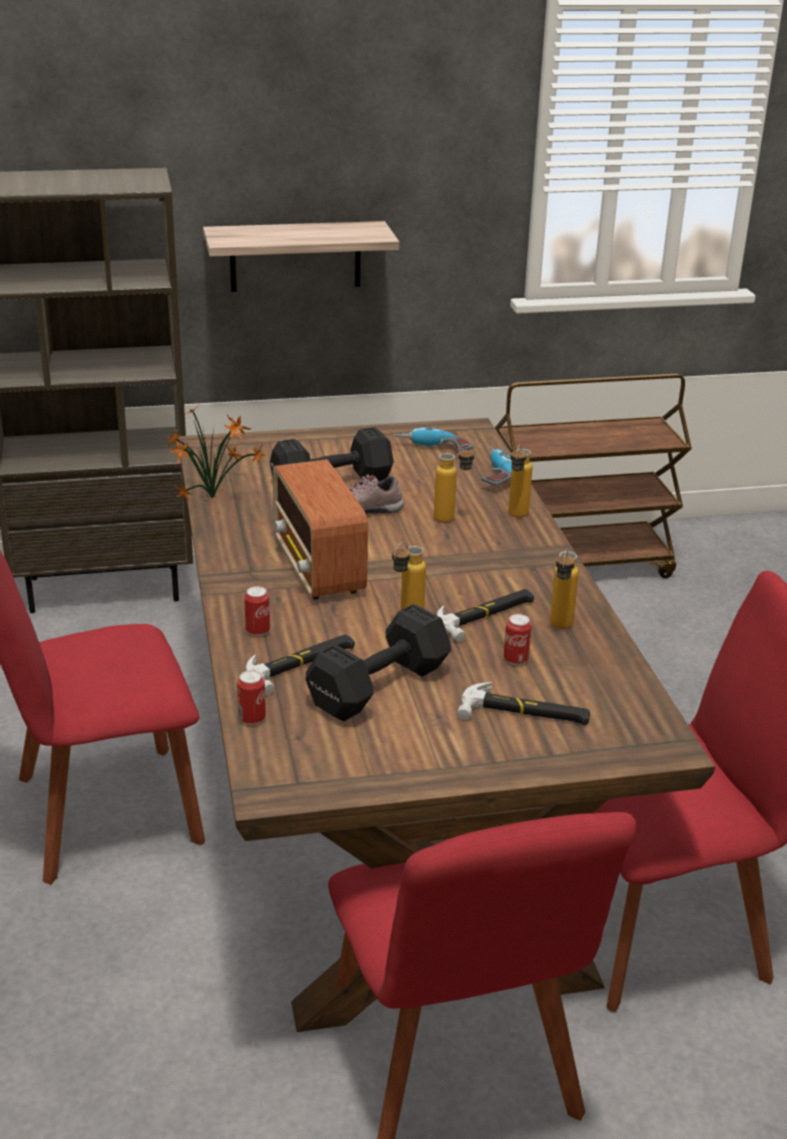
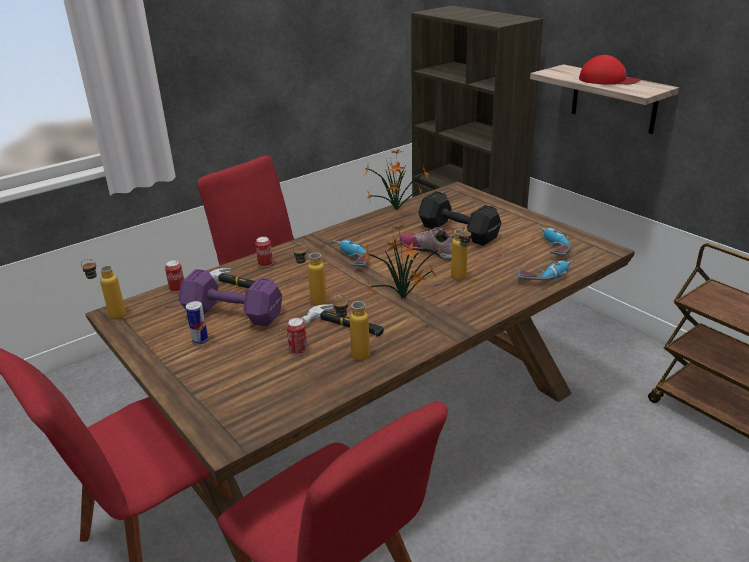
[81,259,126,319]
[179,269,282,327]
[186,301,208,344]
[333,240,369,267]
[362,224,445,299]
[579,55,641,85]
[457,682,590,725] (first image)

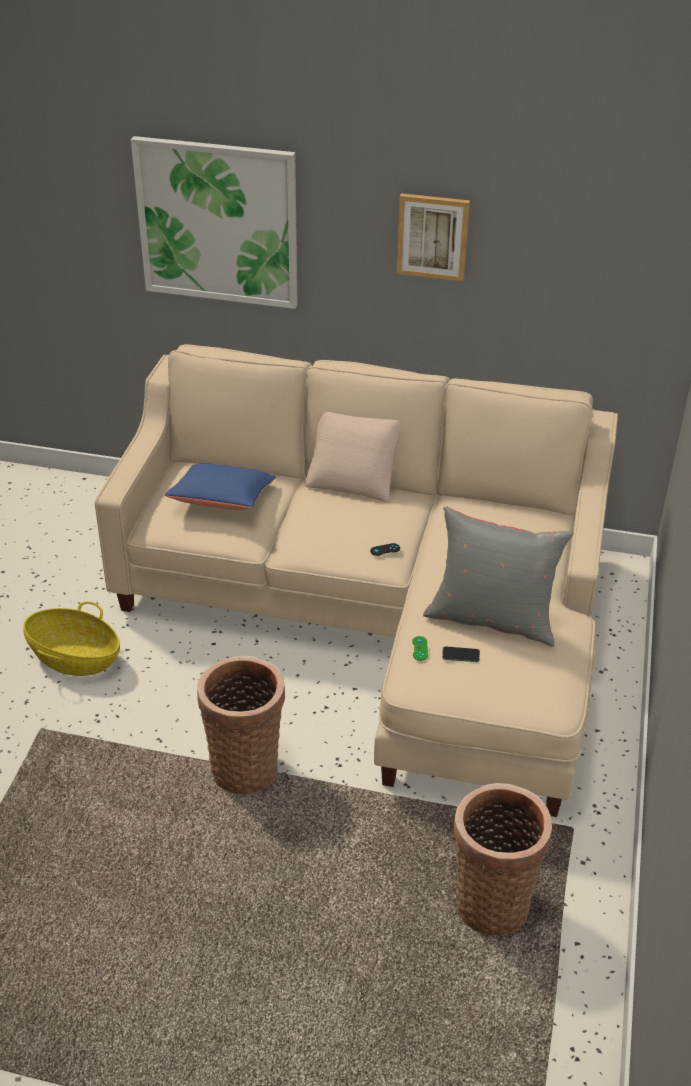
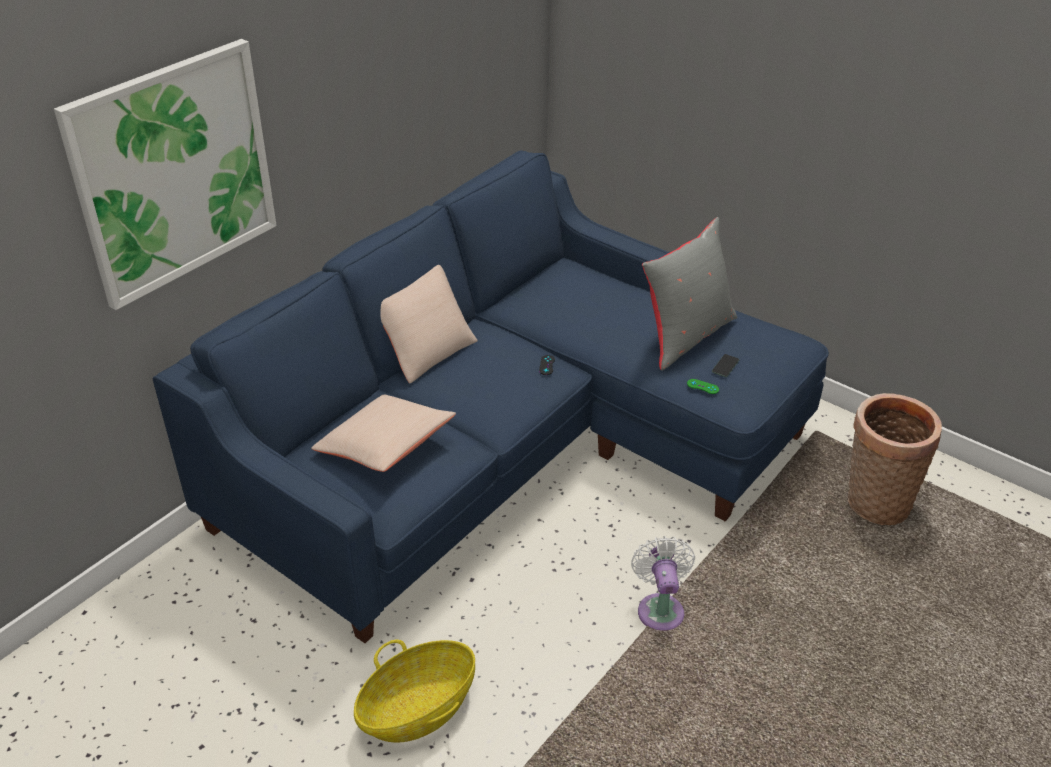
[153,150,829,643]
[311,395,456,472]
[631,536,695,631]
[397,193,470,281] (first image)

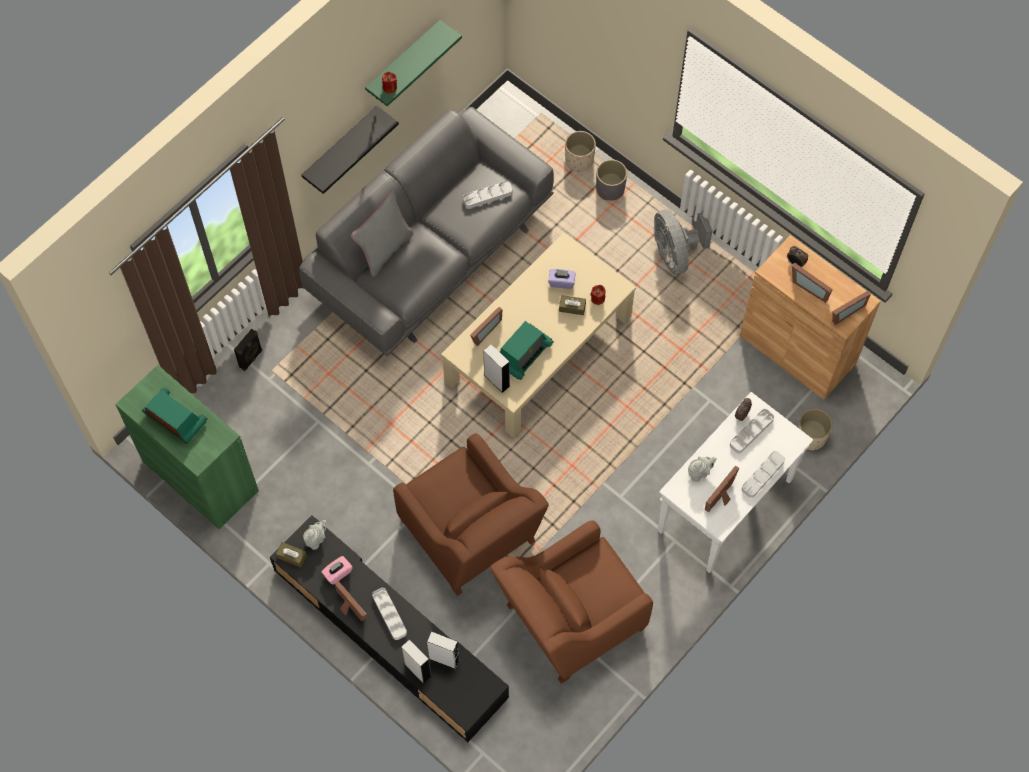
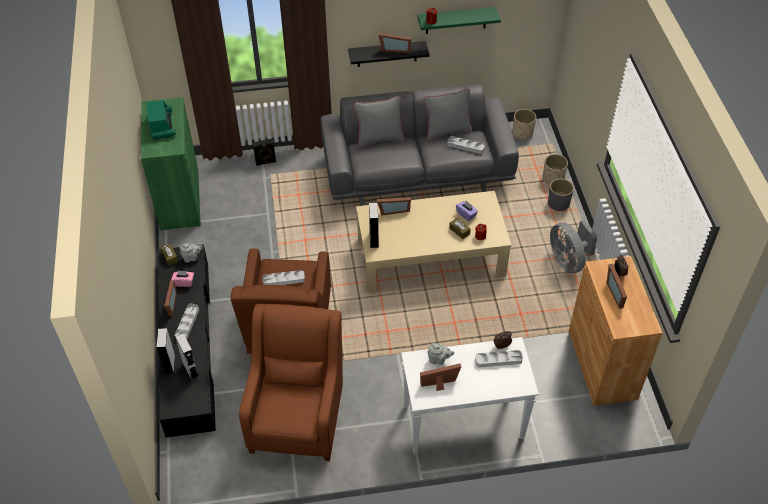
[239,304,343,461]
[262,270,305,285]
[378,33,411,53]
[424,88,472,141]
[513,109,536,140]
[550,219,597,274]
[500,321,554,380] (first image)

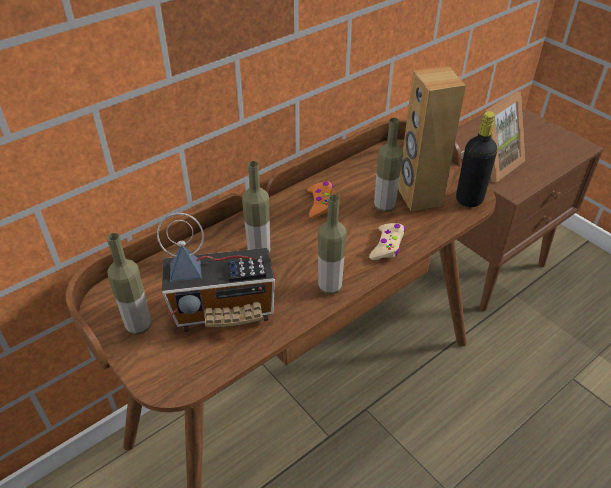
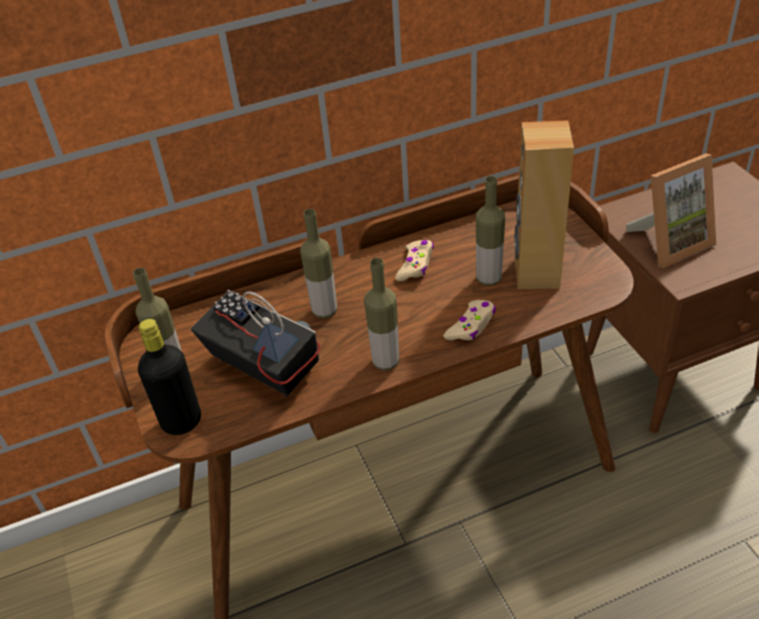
[138,319,201,435]
[191,290,320,398]
[395,240,434,281]

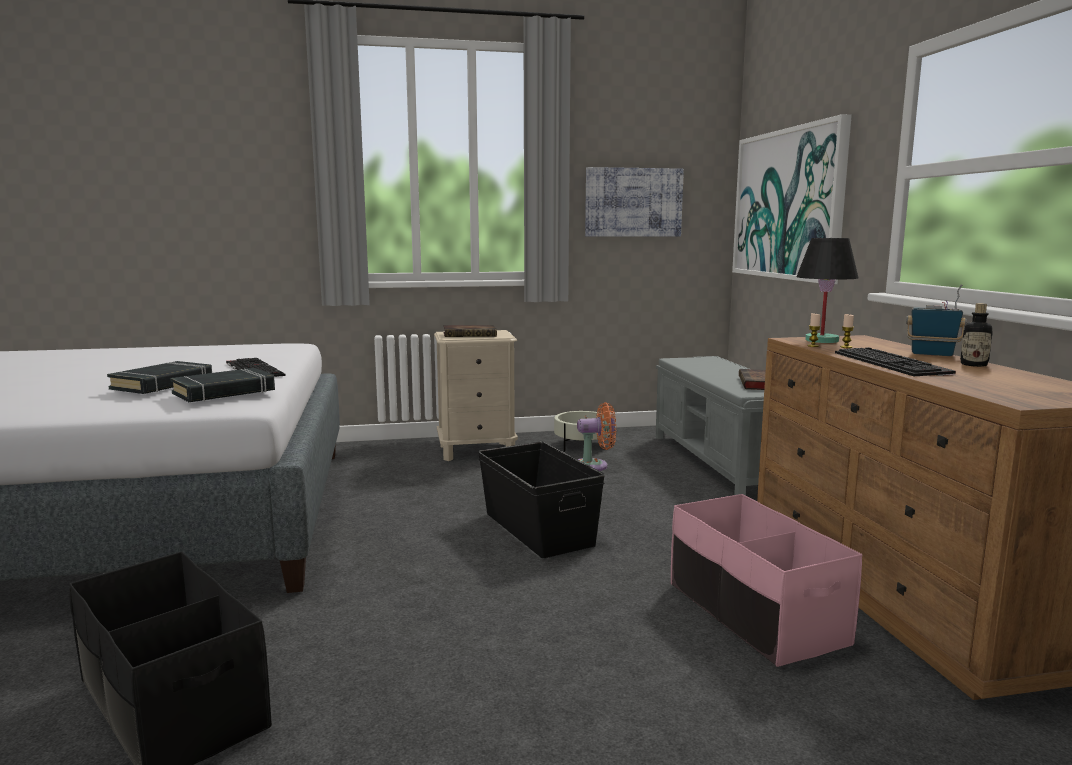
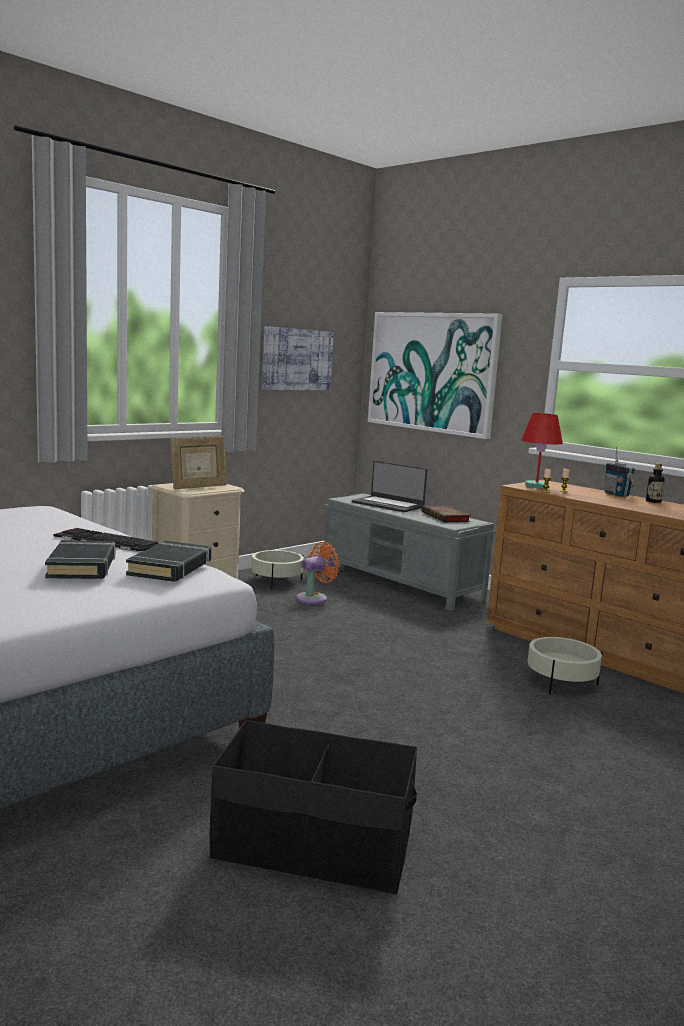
[170,436,227,489]
[352,461,427,512]
[521,413,563,488]
[527,636,603,694]
[604,447,636,497]
[478,442,605,558] (first image)
[835,347,956,376] (first image)

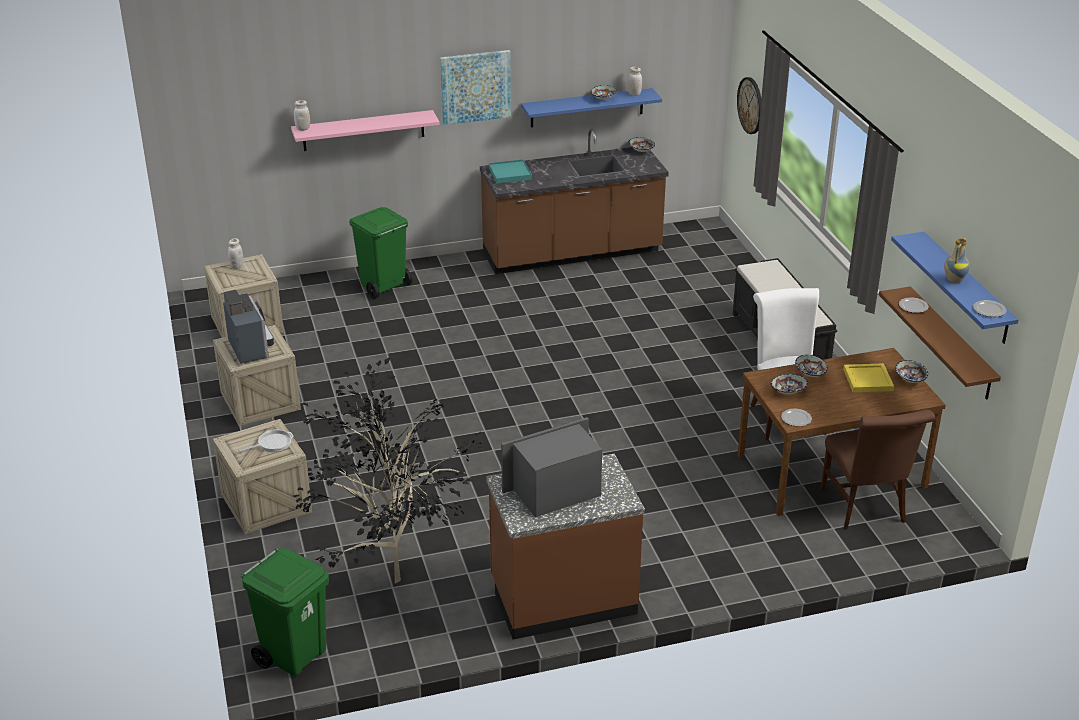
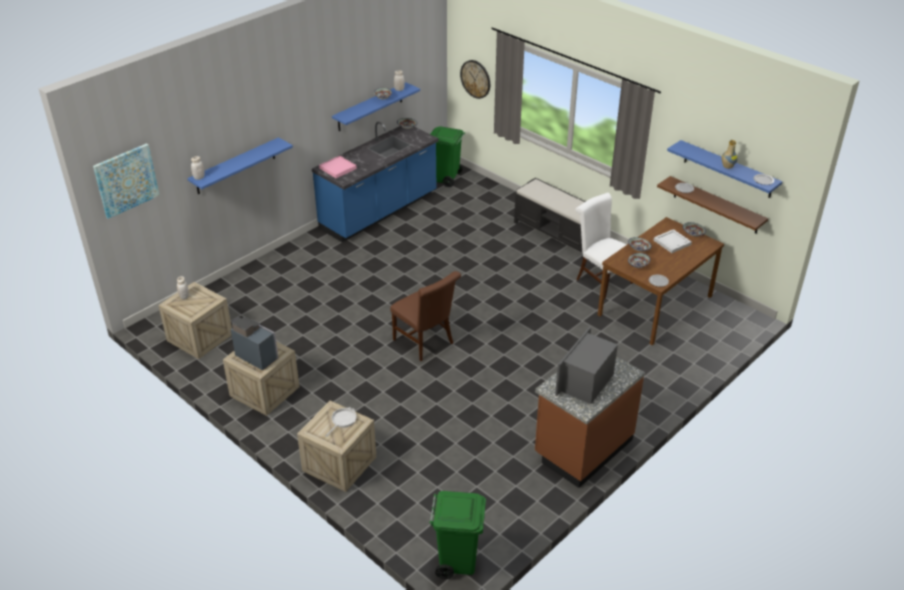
[93,143,160,219]
[188,137,293,194]
[312,122,439,242]
[319,156,357,178]
[390,271,461,361]
[431,126,465,187]
[653,229,692,253]
[293,357,485,584] (first image)

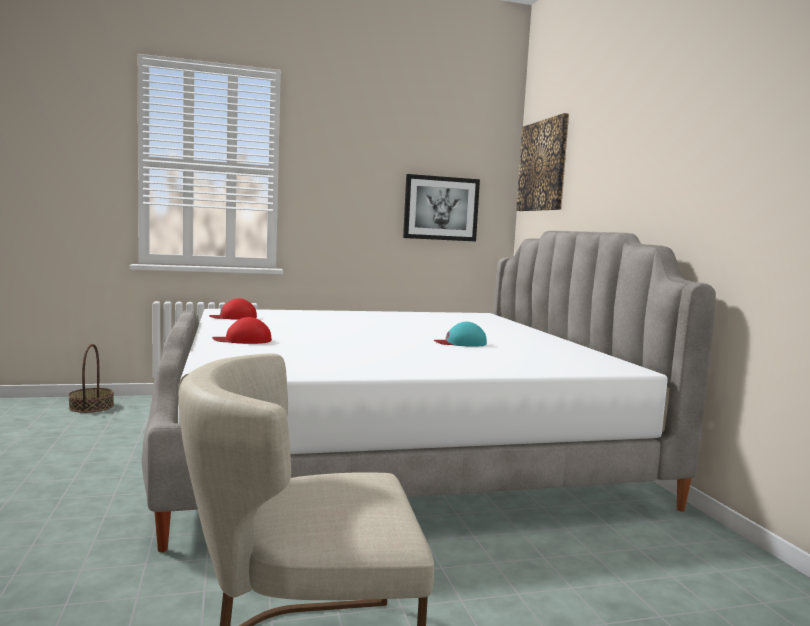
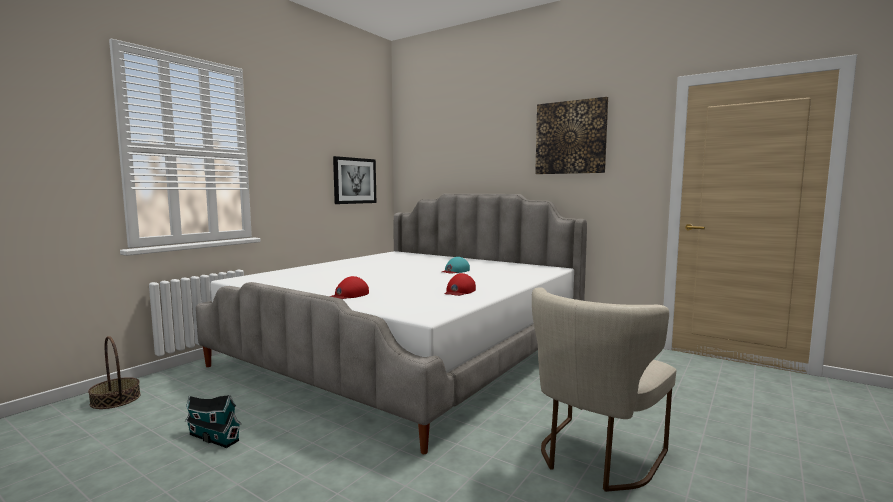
[185,394,241,448]
[445,273,476,296]
[535,97,608,174]

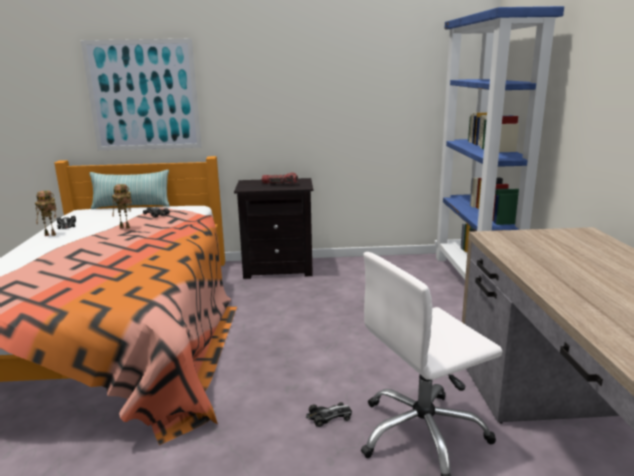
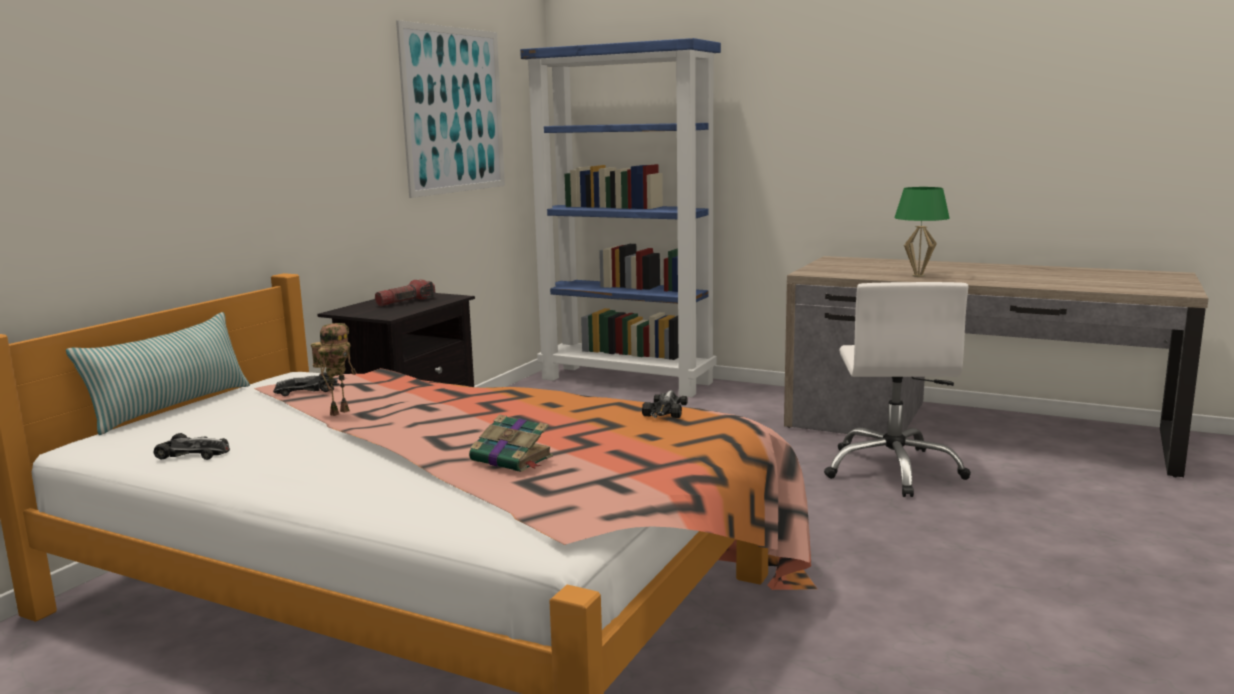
[396,20,505,198]
[469,414,553,472]
[642,390,688,418]
[894,187,950,277]
[35,191,57,236] (first image)

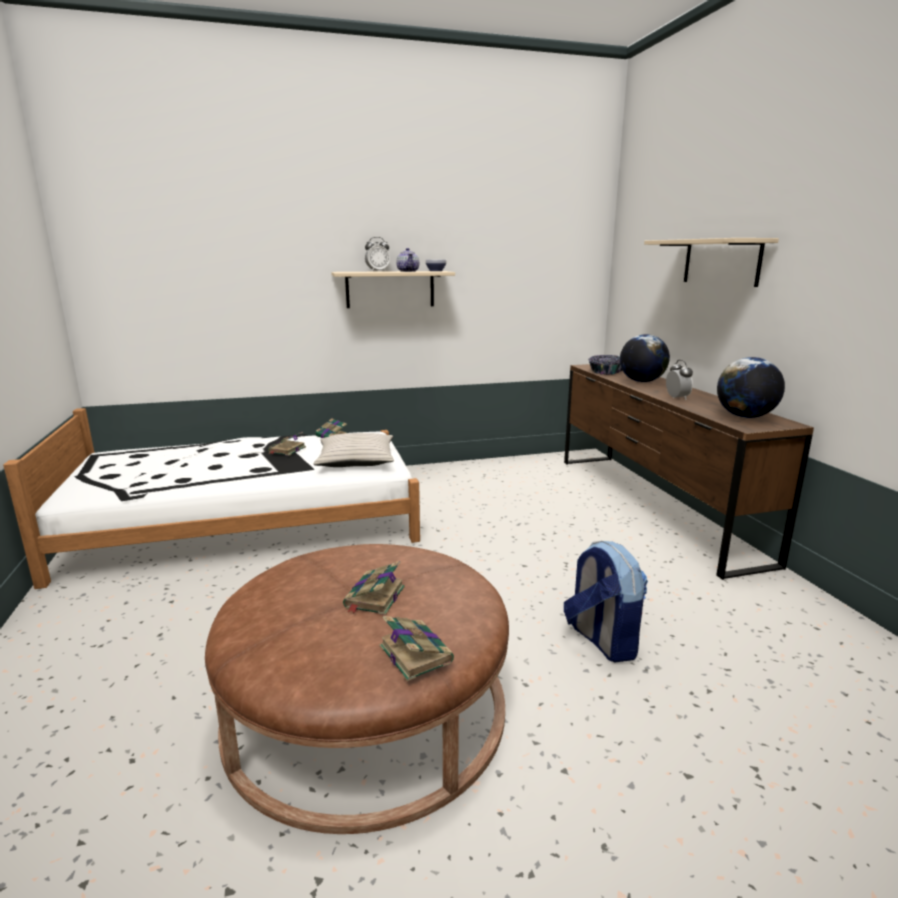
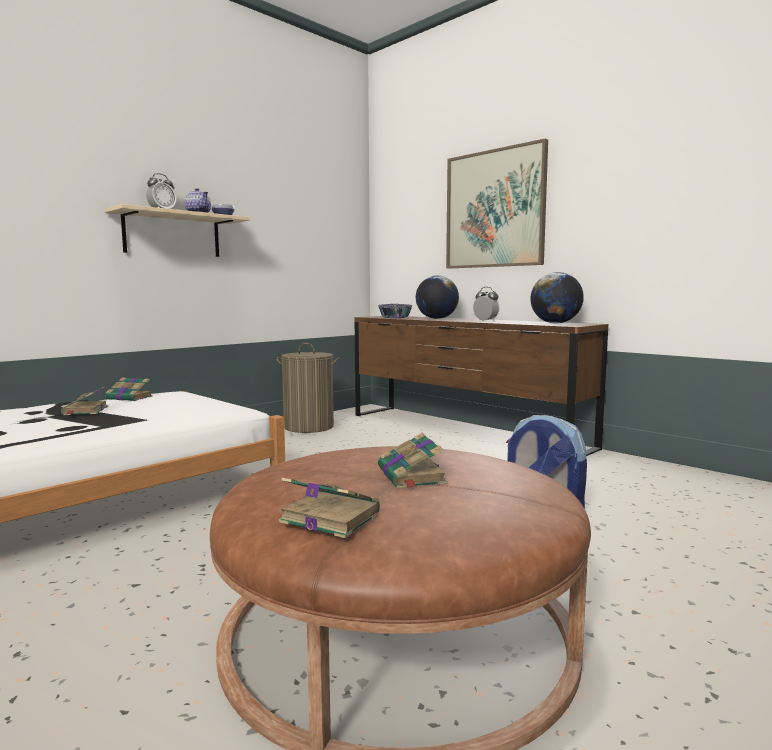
[276,343,339,433]
[279,478,380,538]
[446,139,548,268]
[314,433,394,467] (first image)

